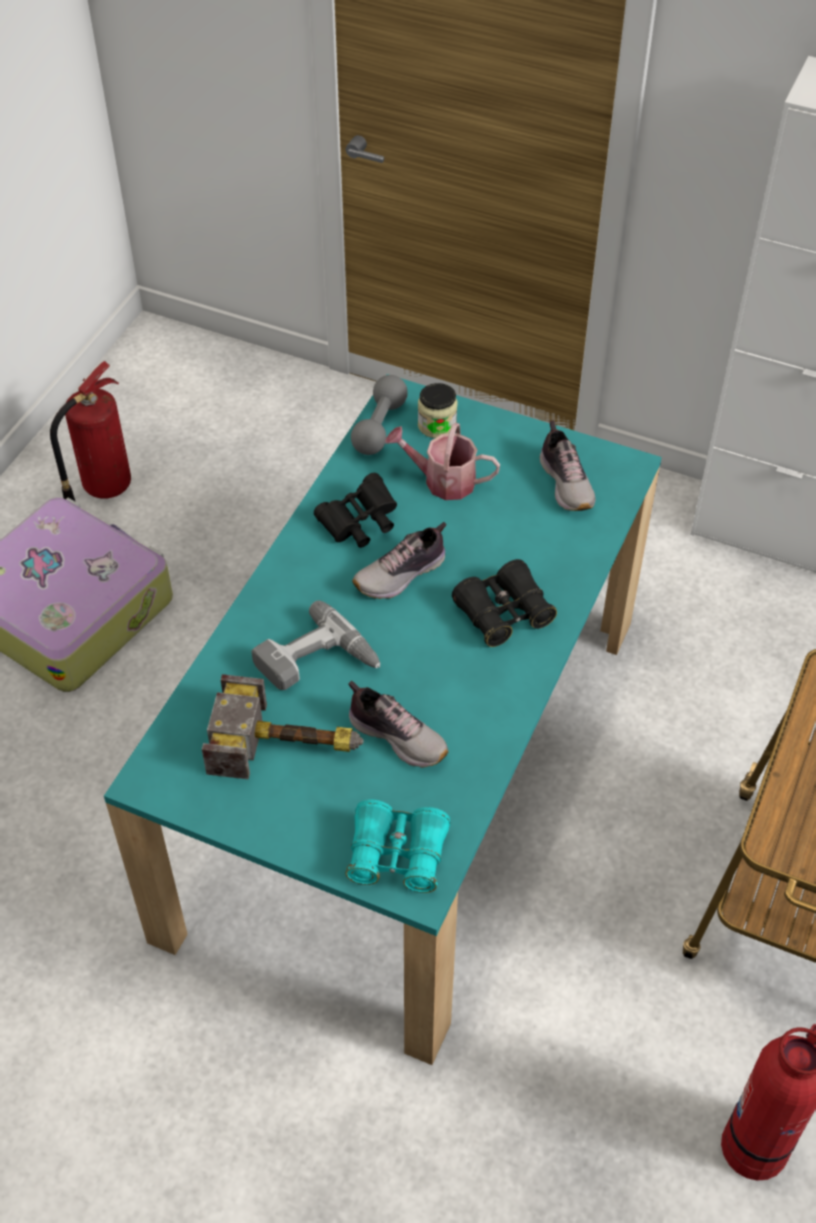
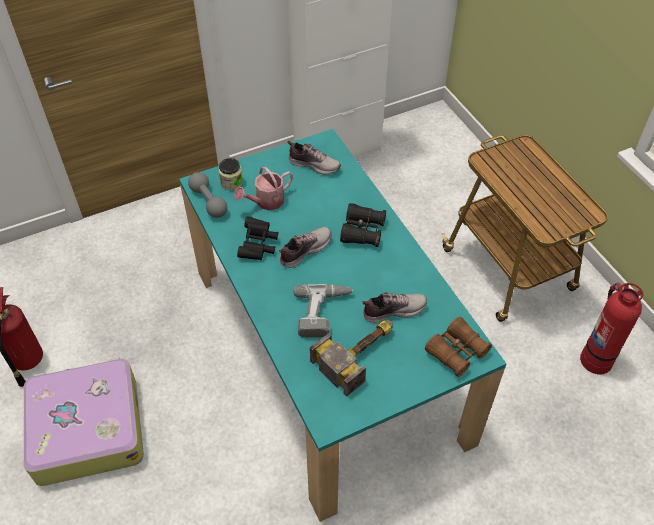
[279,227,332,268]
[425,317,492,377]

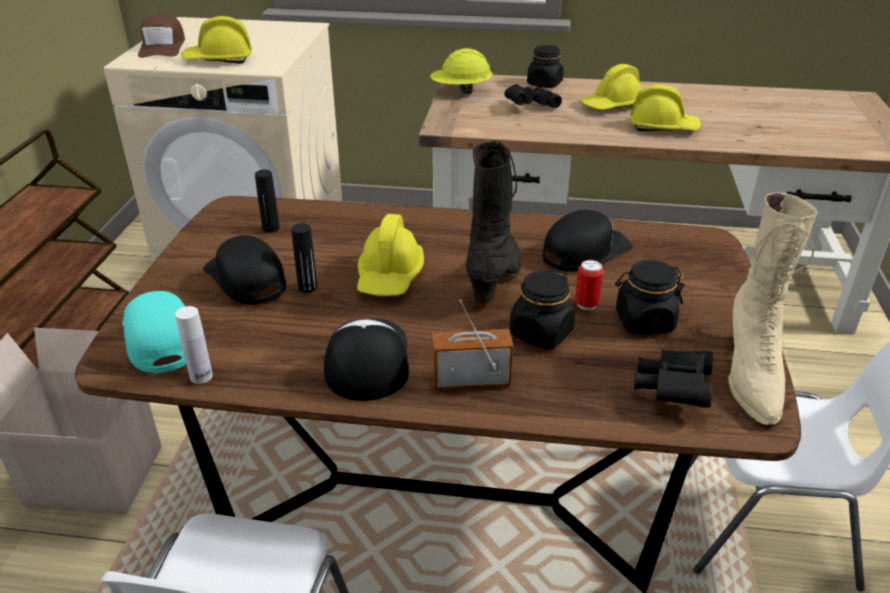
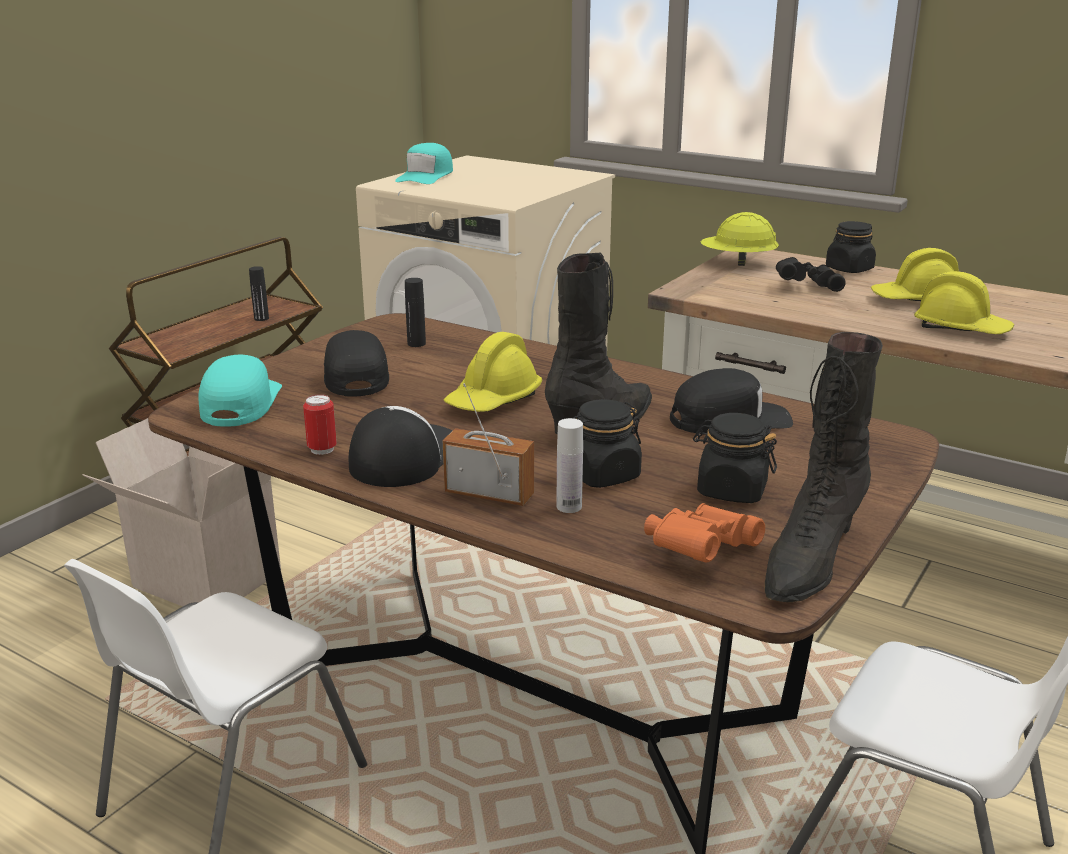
[249,266,269,321]
[303,394,337,455]
[395,143,453,184]
[556,418,583,513]
[644,503,765,563]
[765,332,883,603]
[181,16,252,64] (first image)

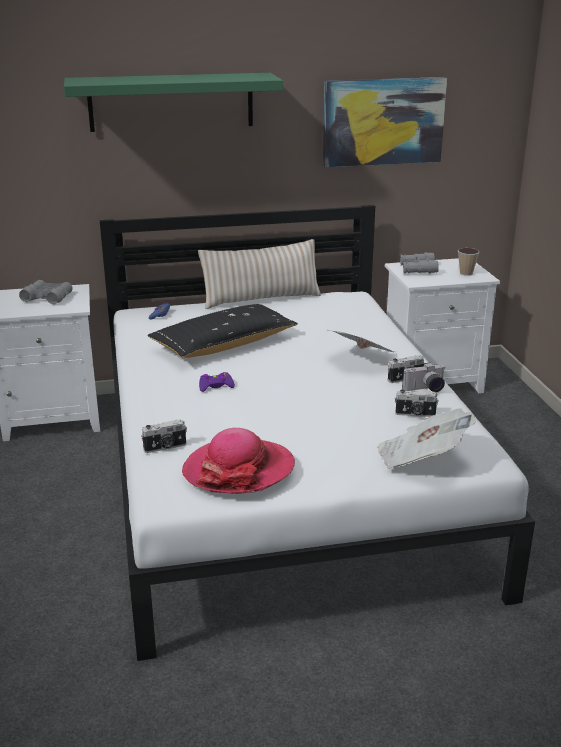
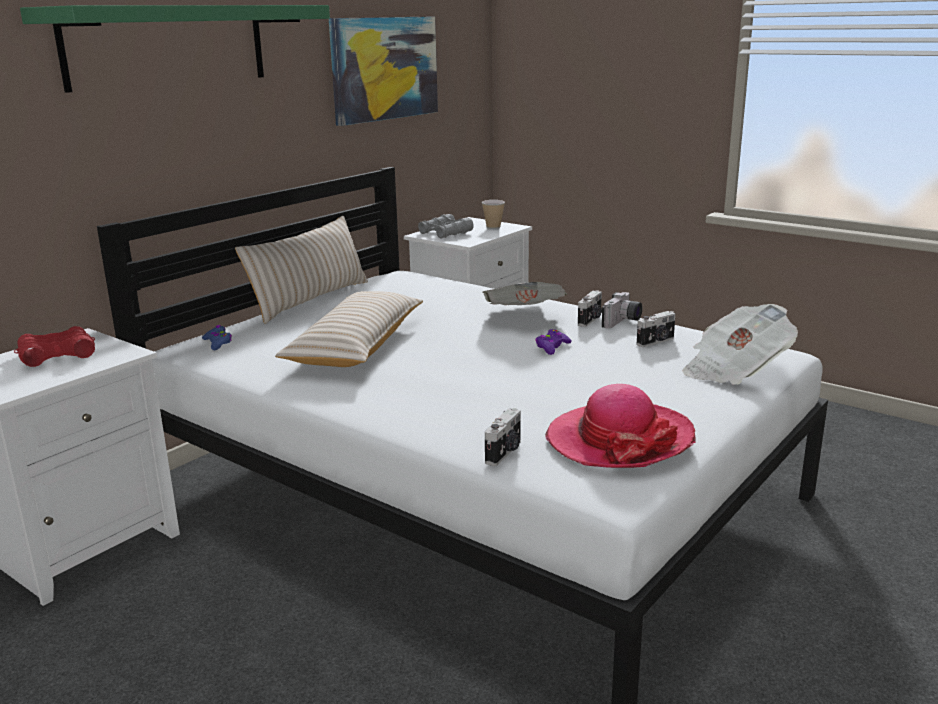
[14,326,95,367]
[275,291,423,367]
[535,329,572,355]

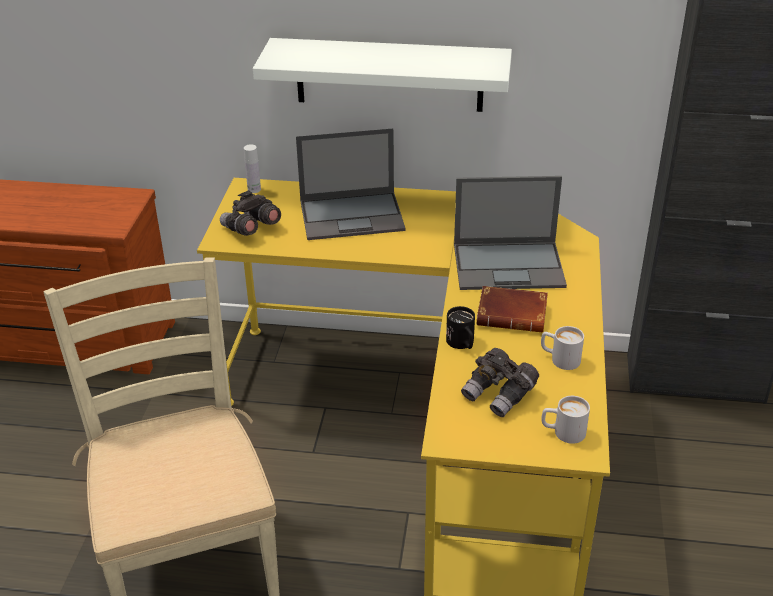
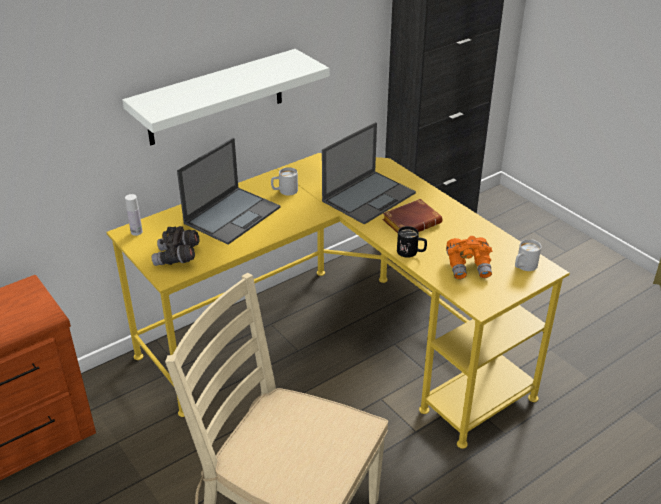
[271,167,298,196]
[446,236,492,279]

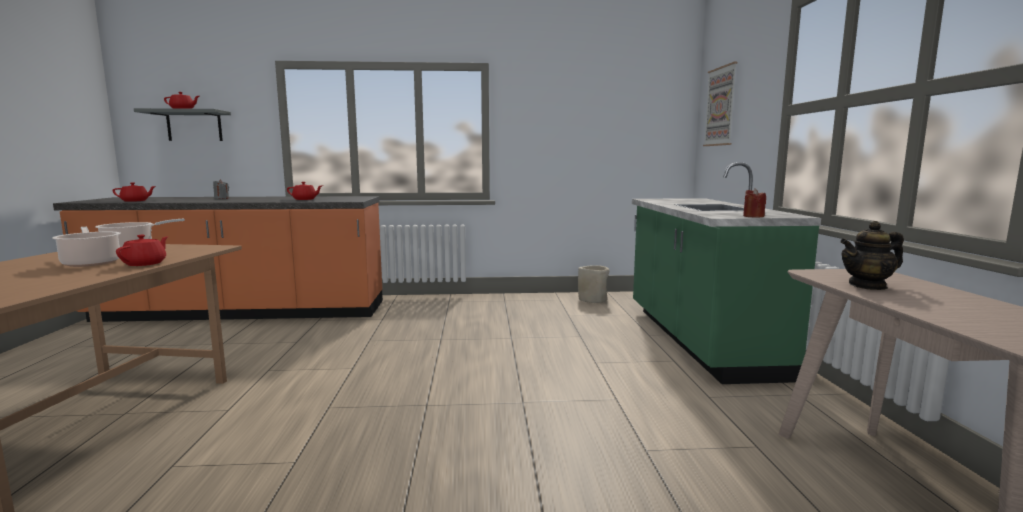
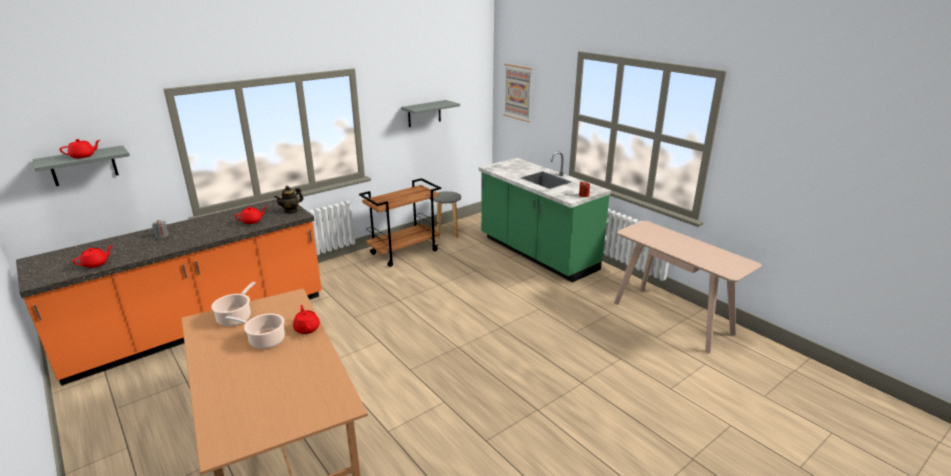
[274,186,303,214]
[359,178,441,267]
[401,100,460,127]
[433,191,461,239]

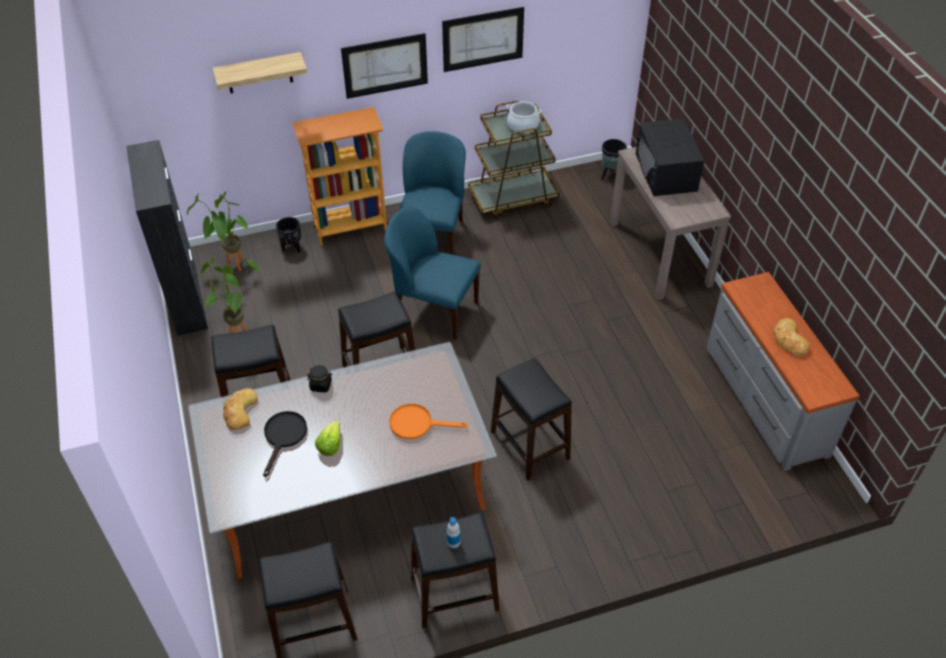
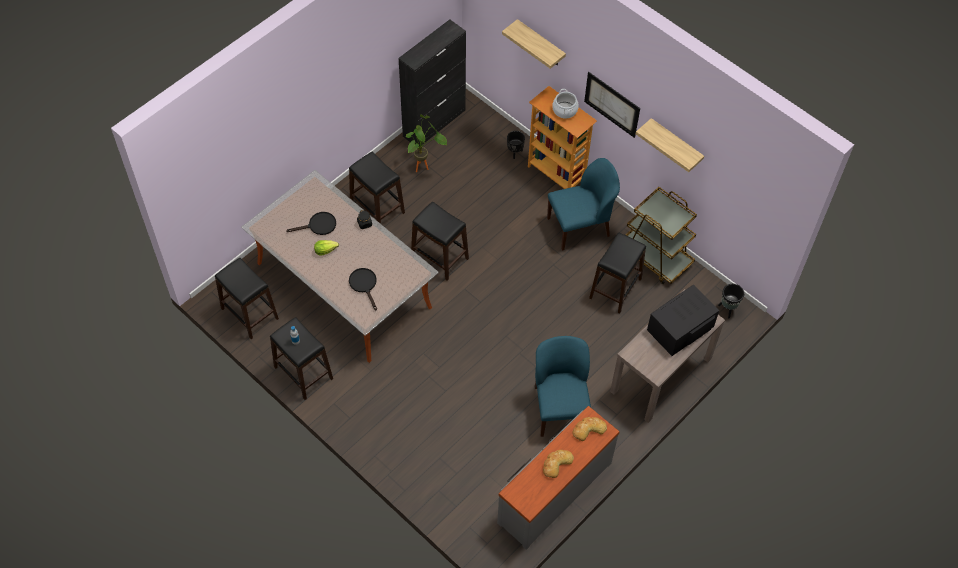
[349,268,377,310]
[535,336,591,437]
[552,89,579,119]
[572,417,607,441]
[589,233,646,314]
[636,118,704,172]
[187,191,248,271] (first image)

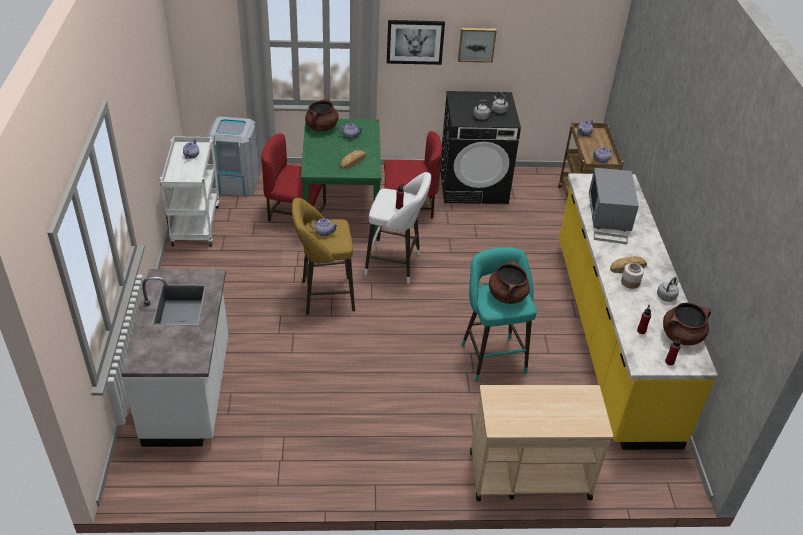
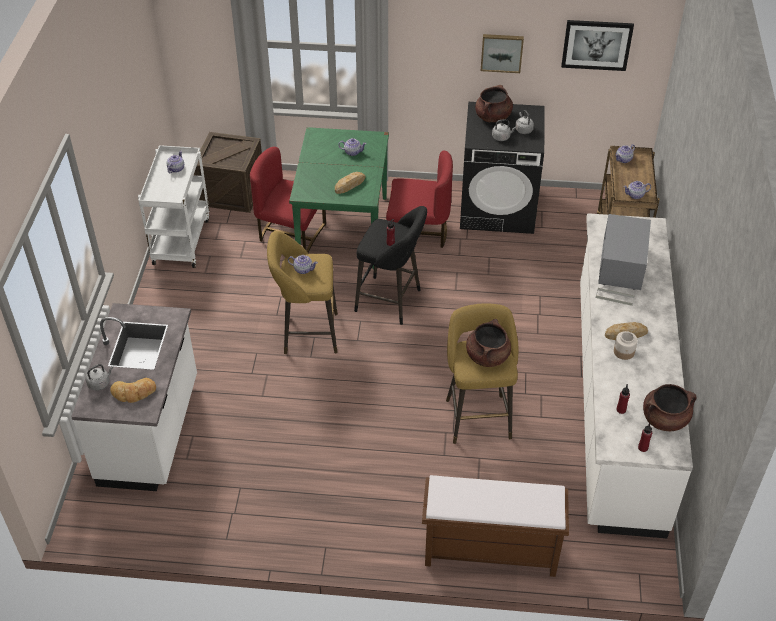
[86,364,113,390]
[110,378,156,403]
[194,132,262,213]
[354,206,427,325]
[422,475,569,577]
[446,303,518,444]
[475,85,513,122]
[561,20,634,71]
[580,213,693,538]

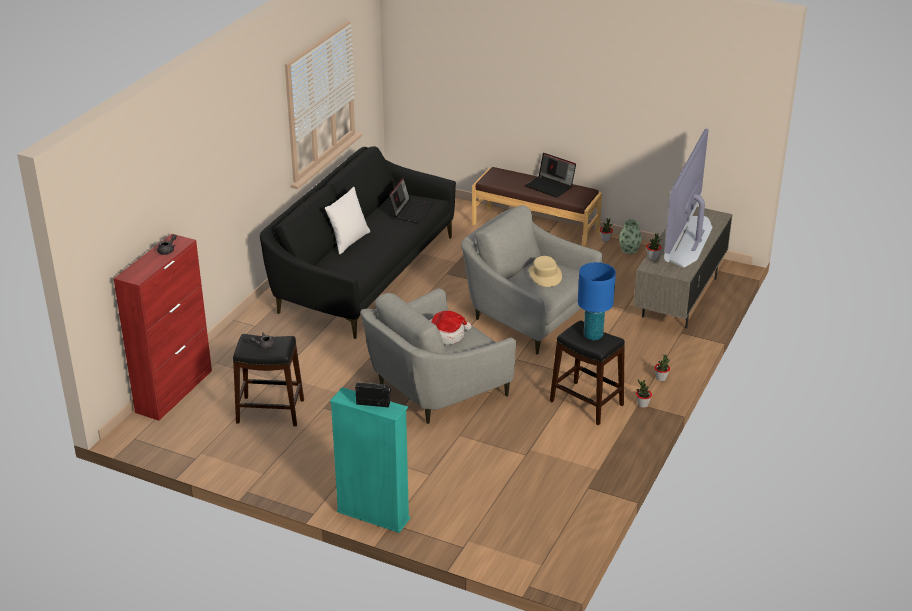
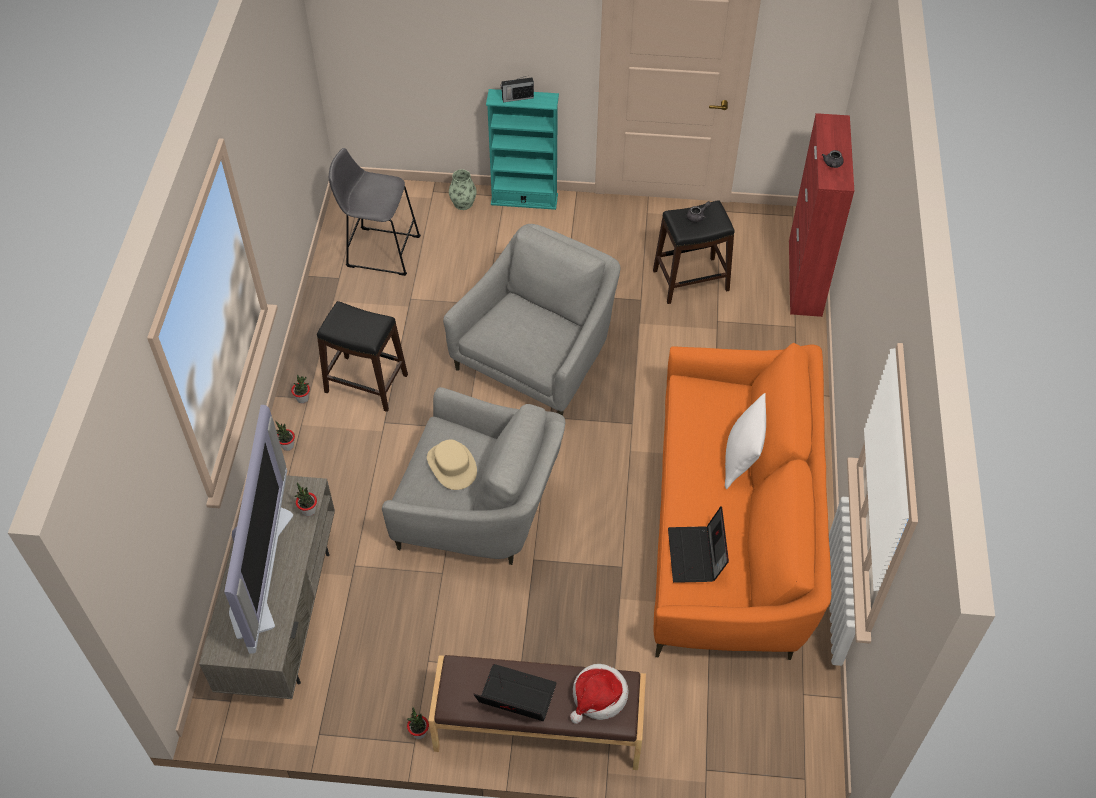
[329,148,421,276]
[449,169,477,210]
[570,664,628,724]
[653,343,831,660]
[578,262,616,340] (first image)

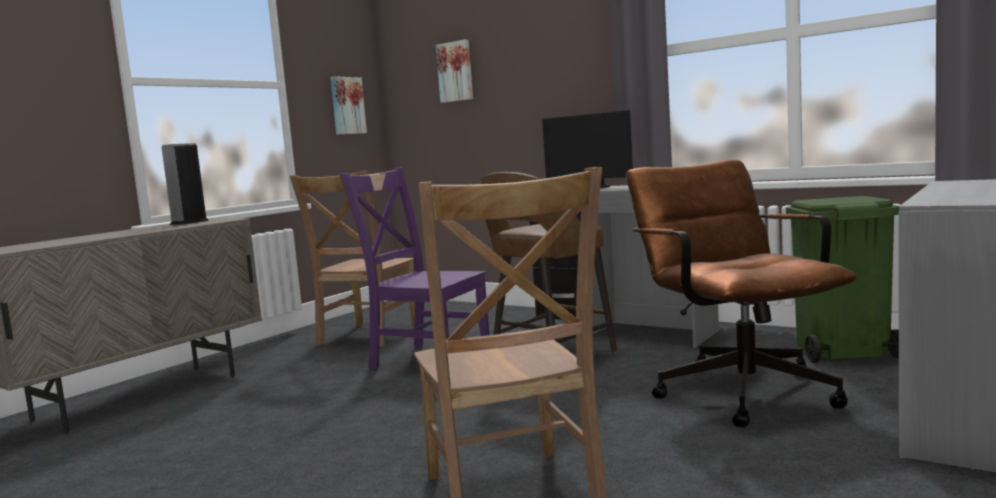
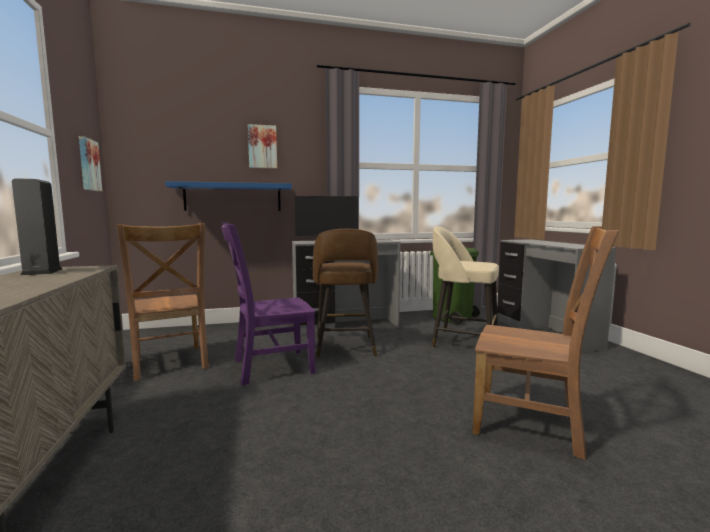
[165,181,292,211]
[248,124,277,169]
[432,226,499,347]

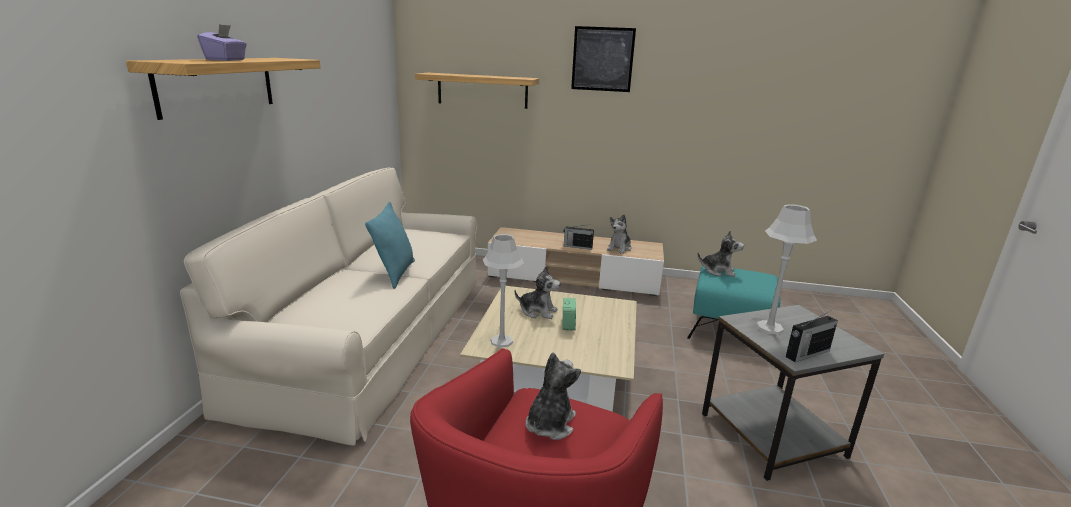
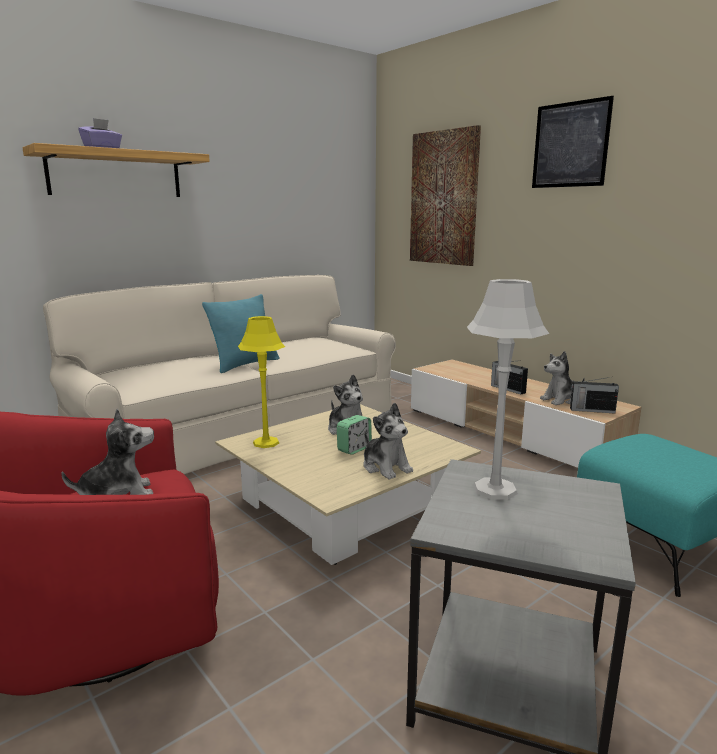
[238,316,285,448]
[363,403,413,480]
[410,125,481,266]
[570,377,619,414]

